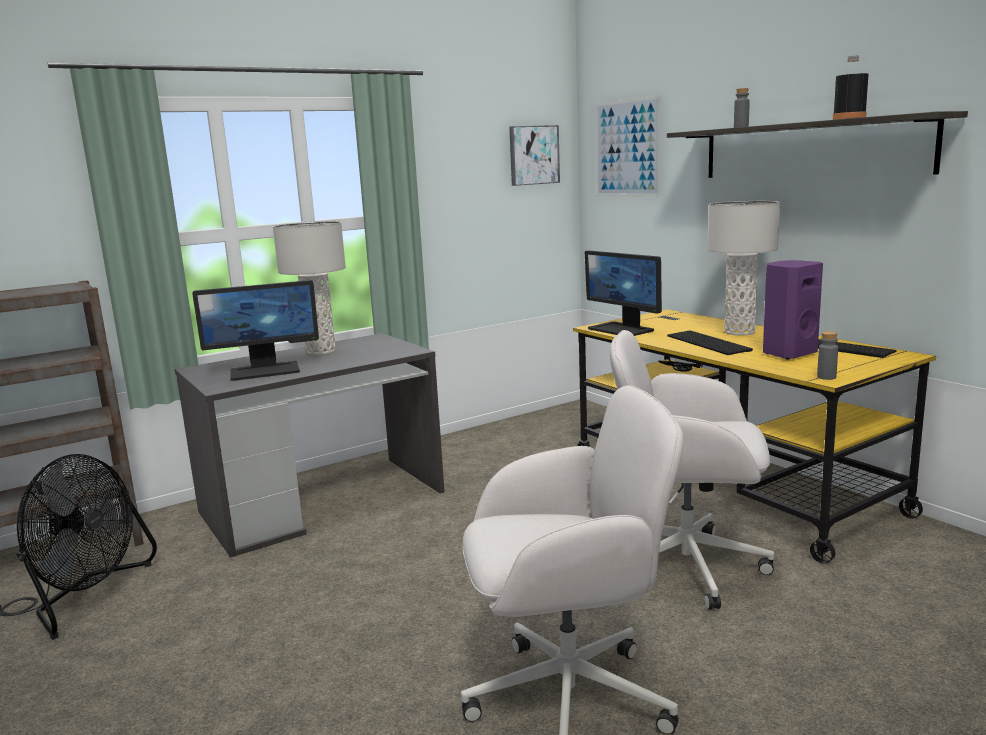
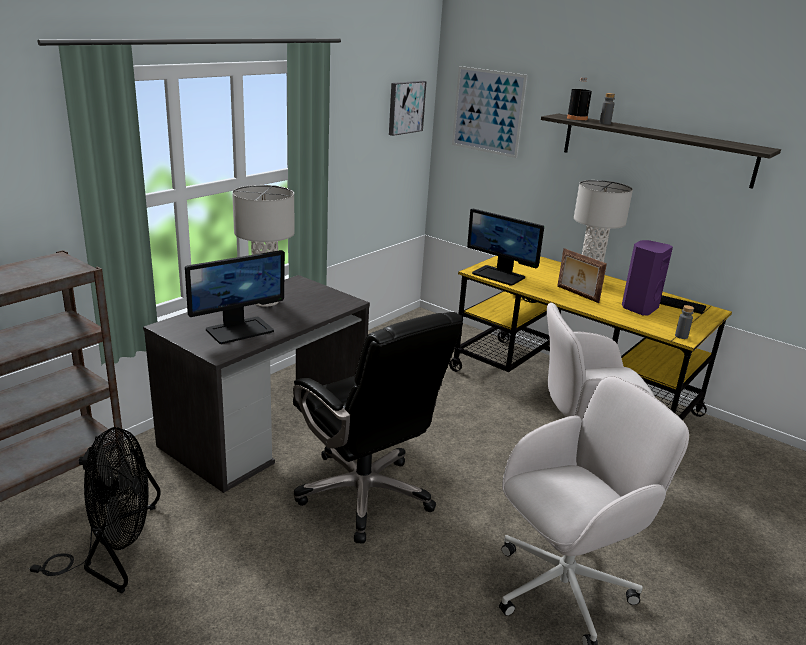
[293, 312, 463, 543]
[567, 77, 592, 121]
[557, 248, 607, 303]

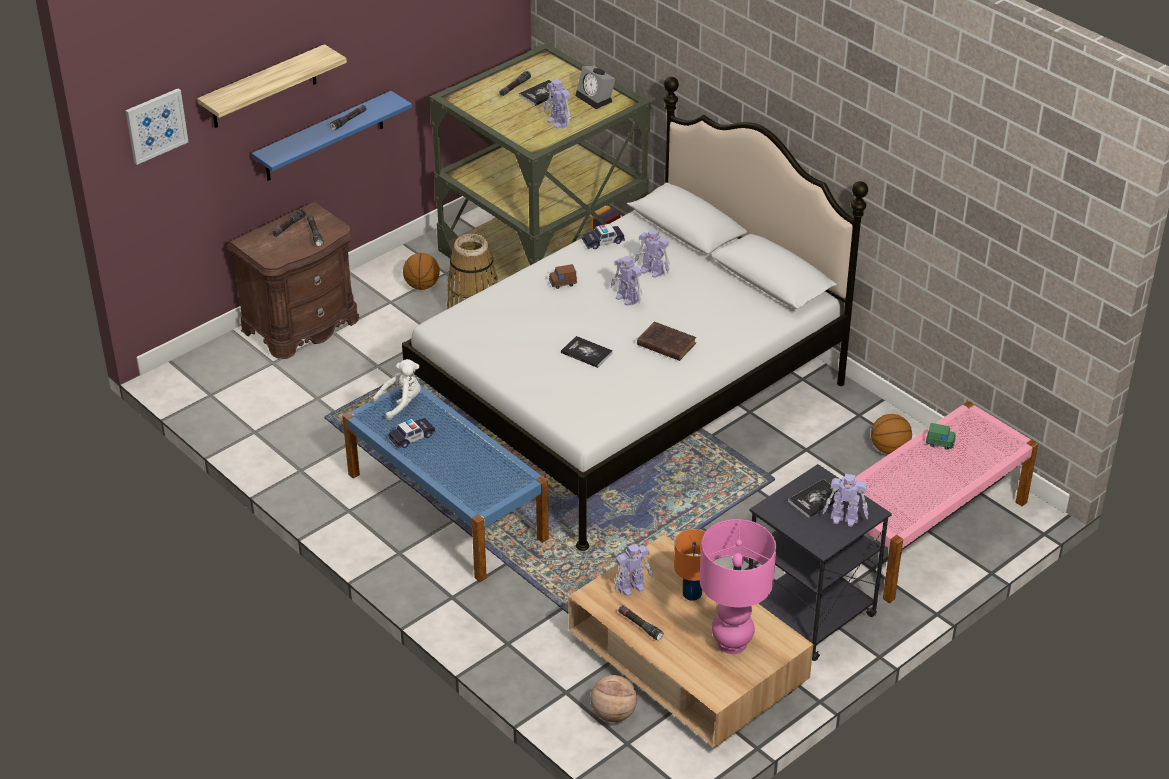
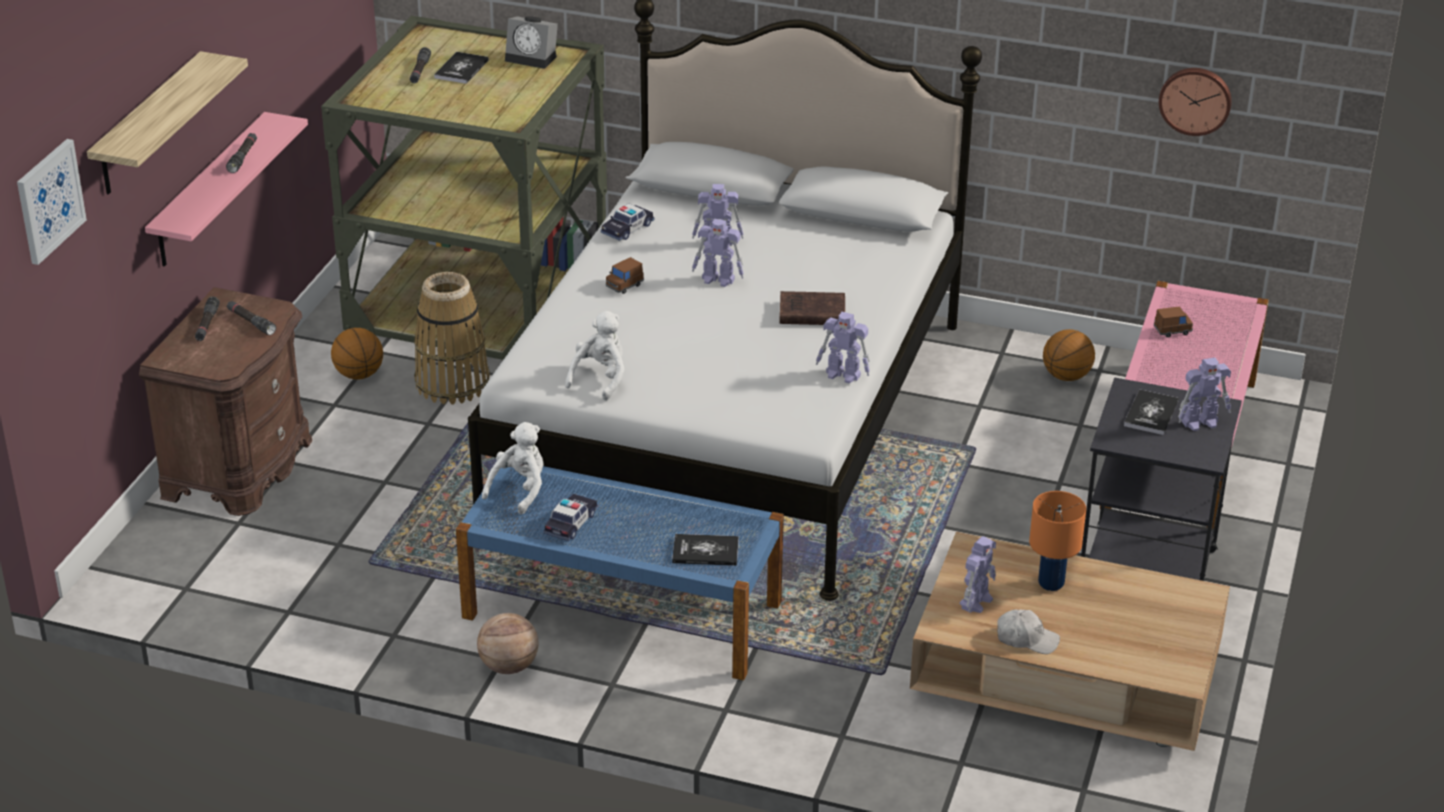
[700, 519, 776, 654] (first image)
[565, 311, 625, 401]
[1159, 68, 1232, 136]
[816, 312, 870, 383]
[672, 534, 739, 566]
[477, 613, 539, 674]
[997, 610, 1060, 654]
[145, 112, 308, 266]
[1154, 306, 1193, 337]

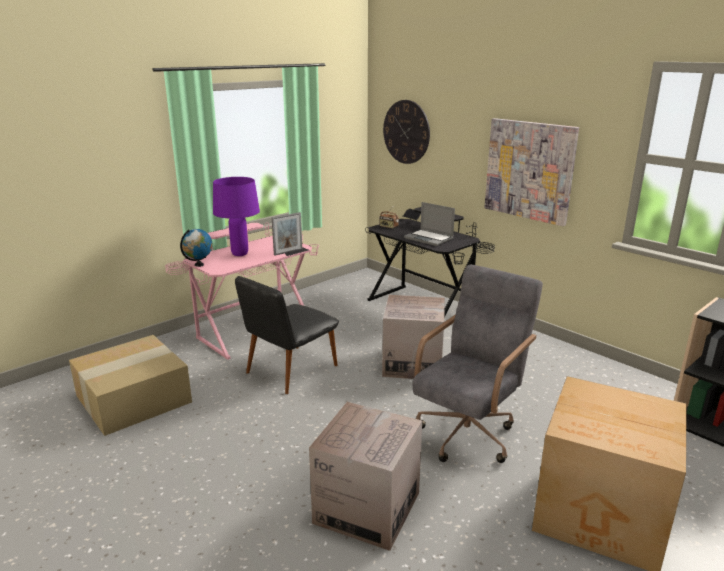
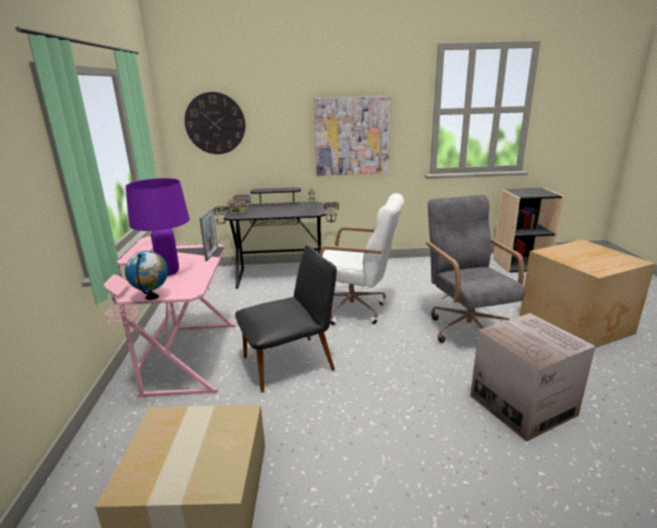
[404, 202, 455, 246] (first image)
[319, 193, 404, 325]
[235, 245, 337, 393]

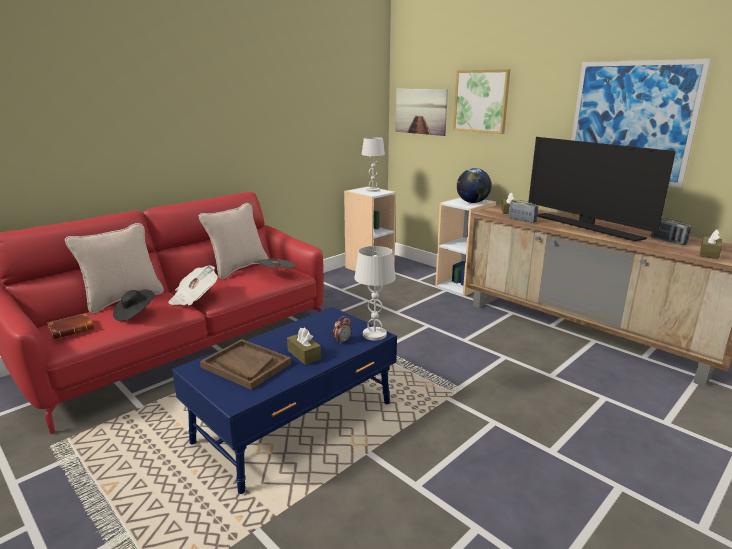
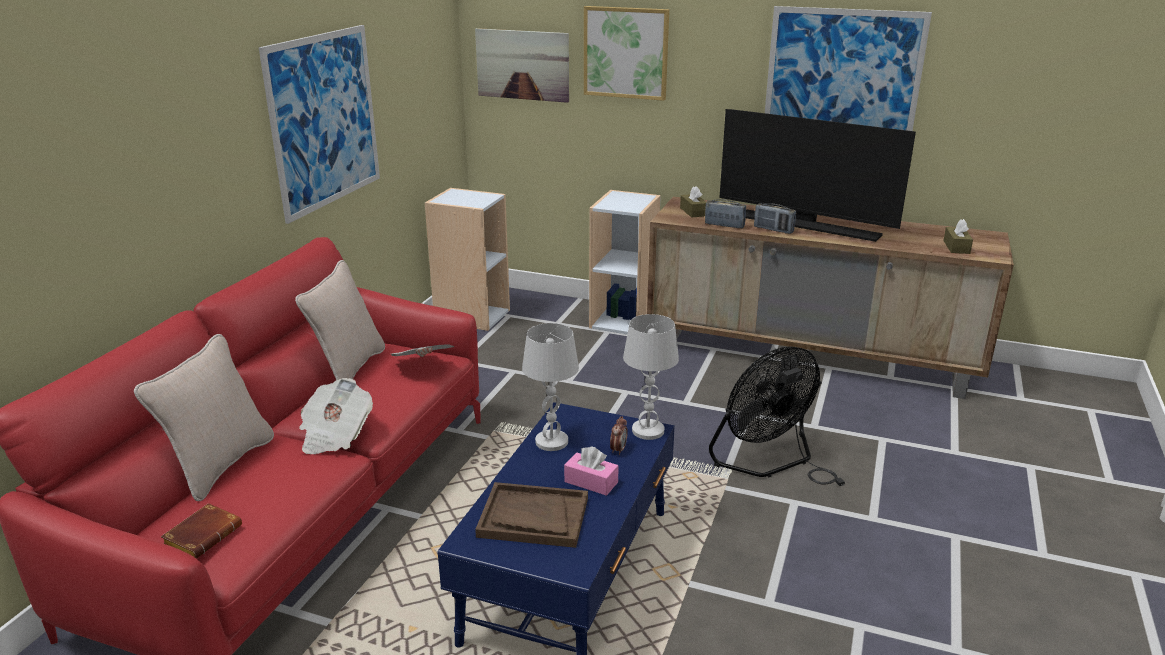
[113, 290, 155, 321] (first image)
[457, 168, 492, 203] (first image)
[259, 25, 380, 224]
[709, 347, 845, 486]
[522, 323, 579, 451]
[754, 203, 796, 234]
[564, 446, 619, 496]

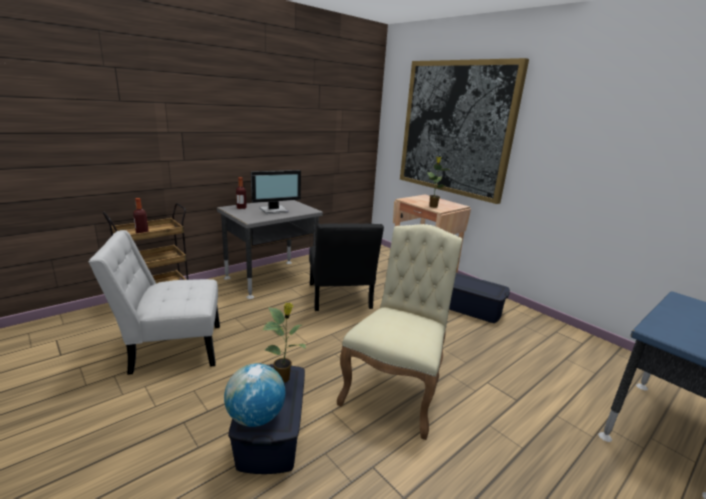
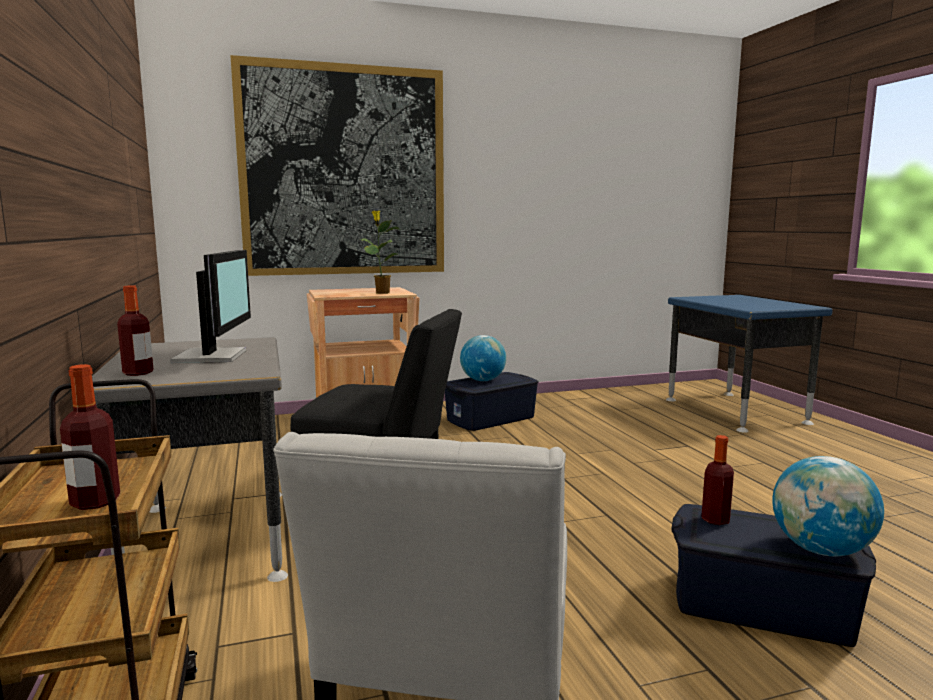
[337, 224, 462, 440] (first image)
[460, 335, 506, 381]
[701, 435, 734, 525]

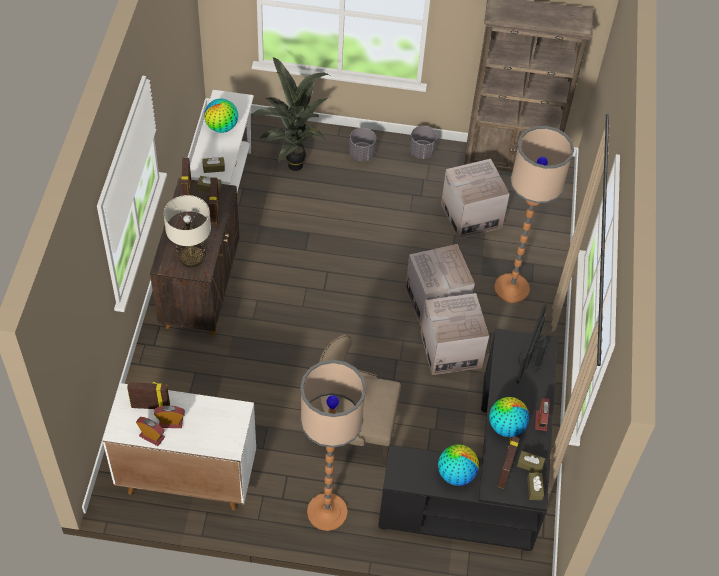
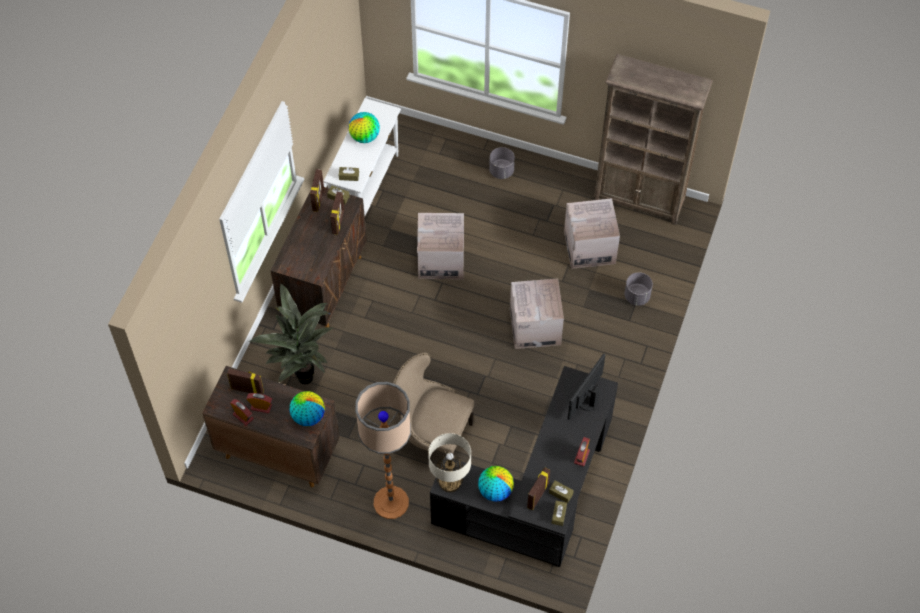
[494, 126, 574, 303] (first image)
[428, 433, 471, 492]
[249, 283, 333, 384]
[625, 272, 653, 306]
[417, 213, 464, 279]
[290, 391, 325, 426]
[202, 366, 340, 487]

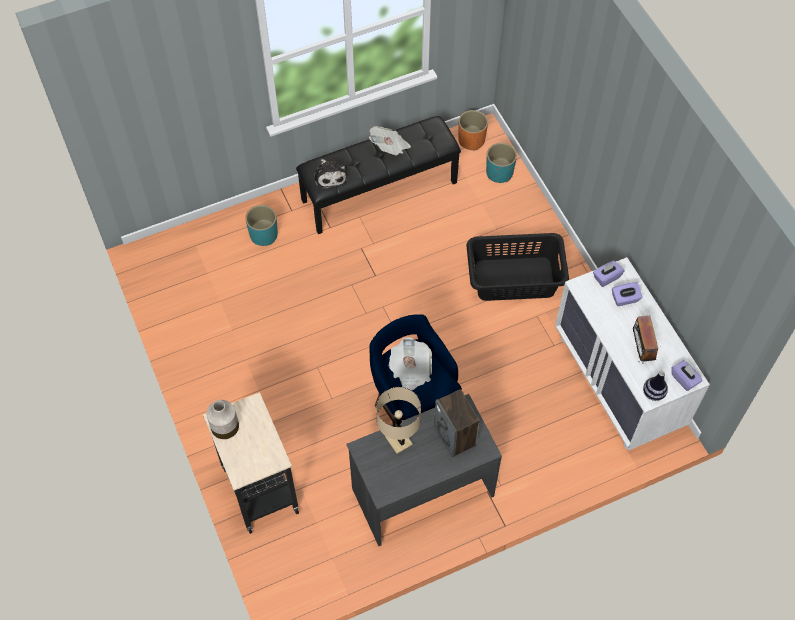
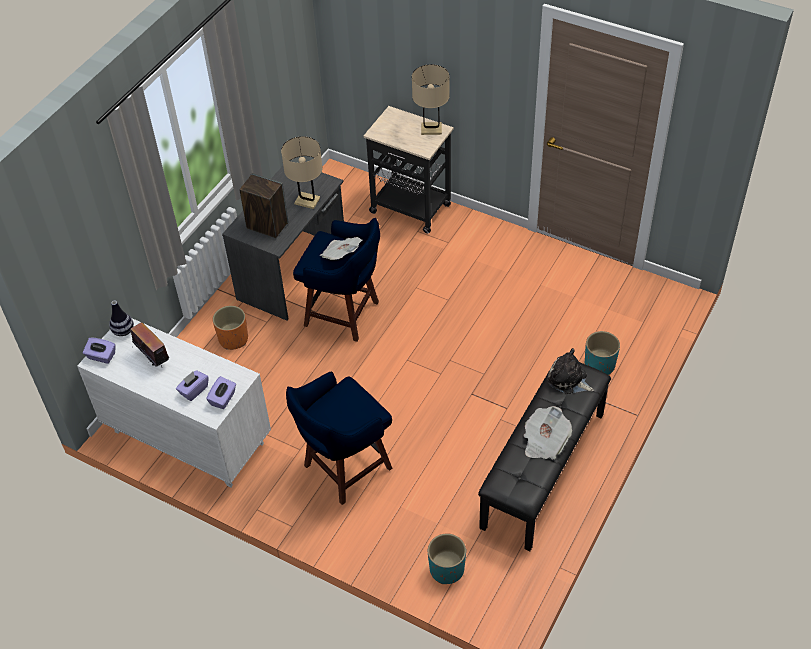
[213, 306, 248, 350]
[412, 65, 450, 135]
[286, 372, 392, 505]

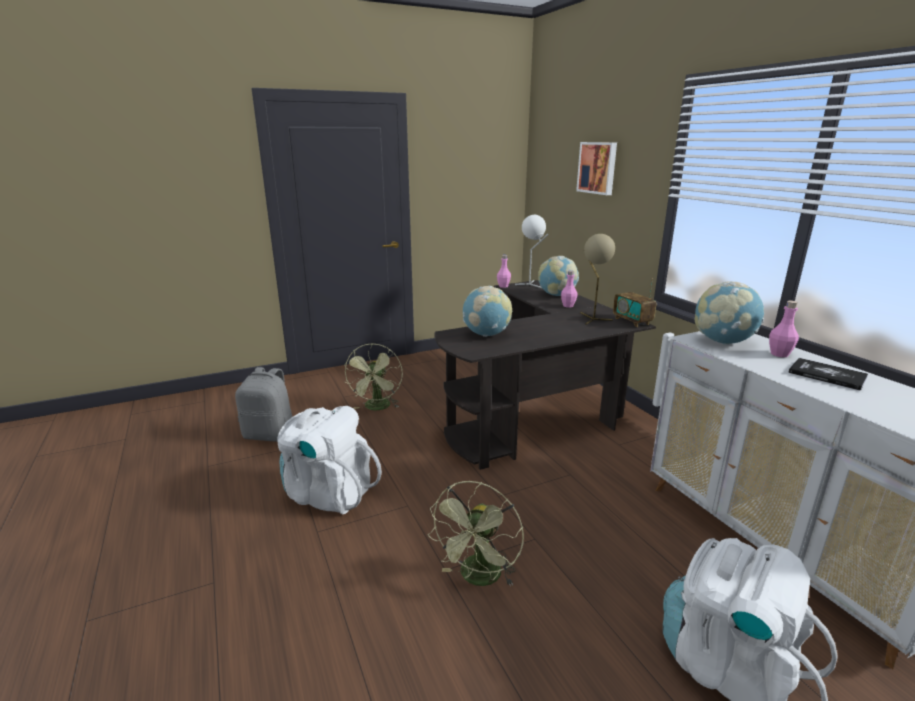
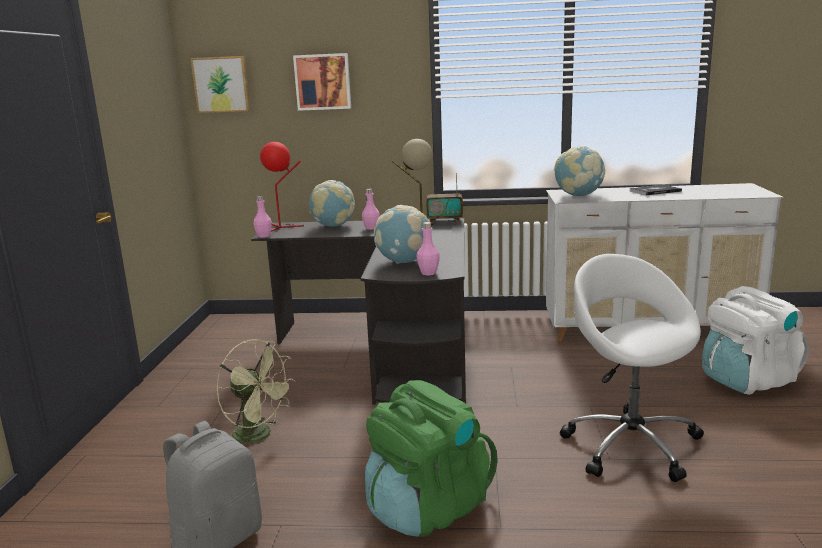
[190, 56, 251, 113]
[416, 222, 440, 275]
[560, 254, 704, 482]
[365, 380, 498, 537]
[260, 142, 304, 232]

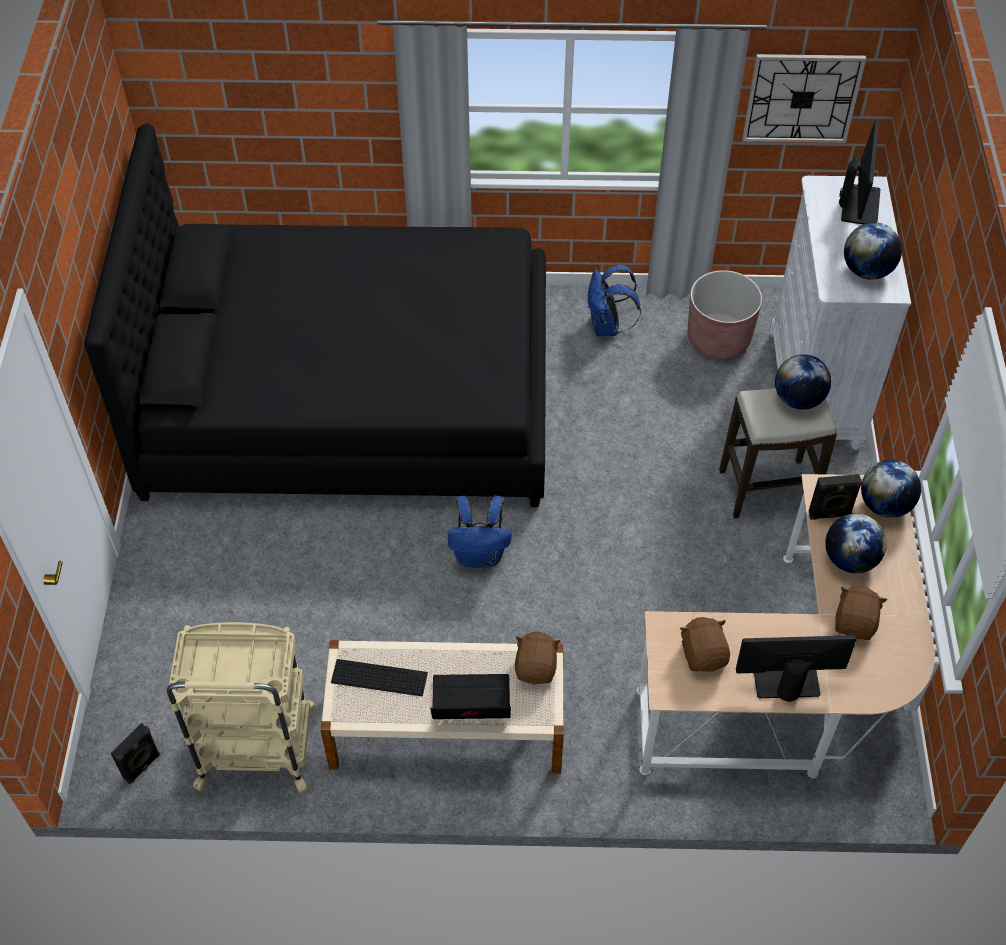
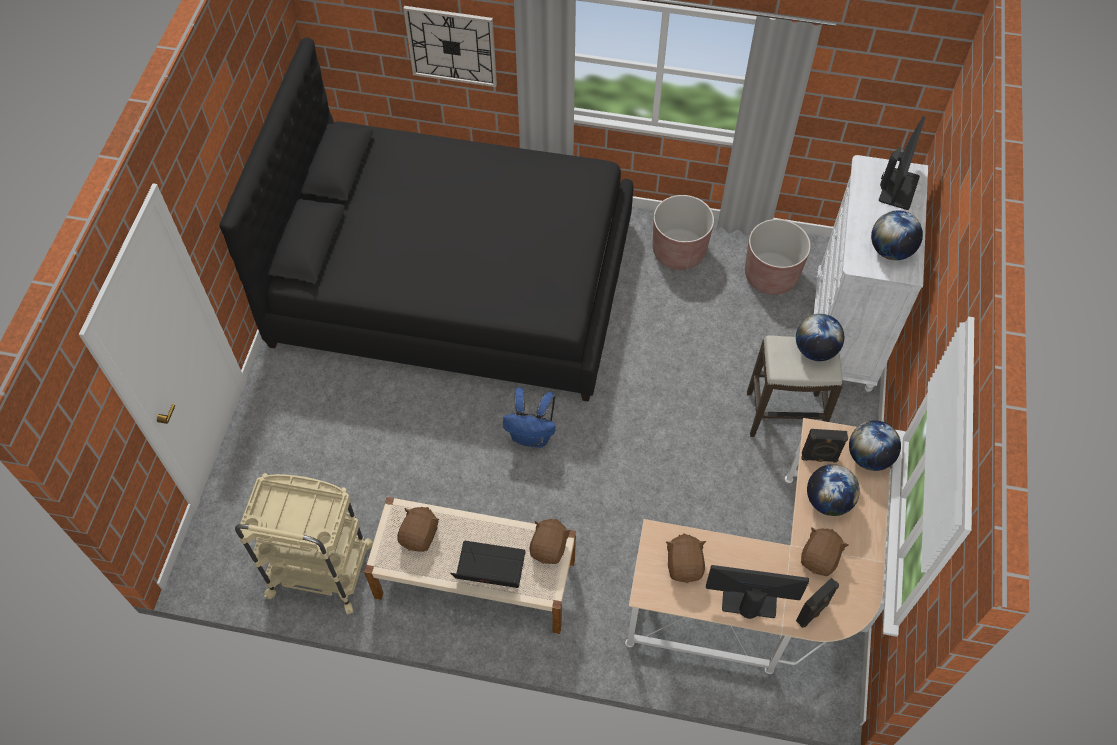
[796, 577, 839, 628]
[403, 6, 497, 87]
[398, 507, 439, 552]
[653, 195, 714, 270]

